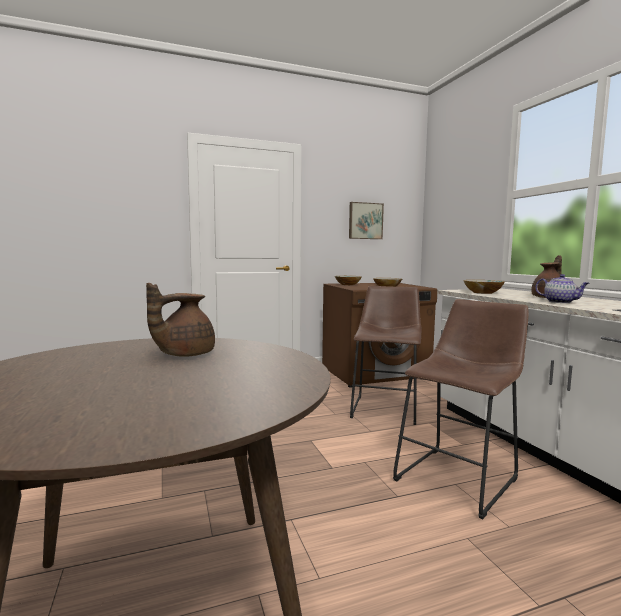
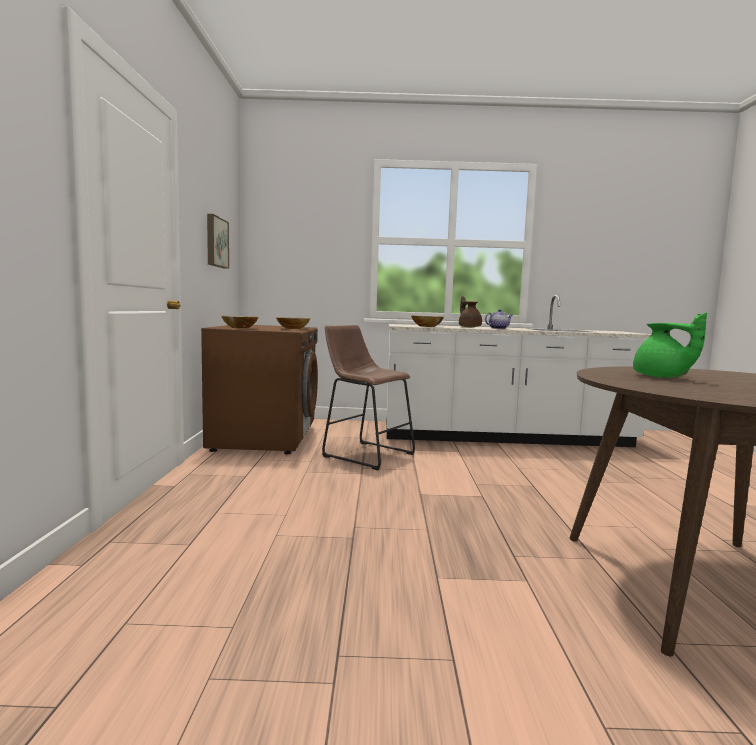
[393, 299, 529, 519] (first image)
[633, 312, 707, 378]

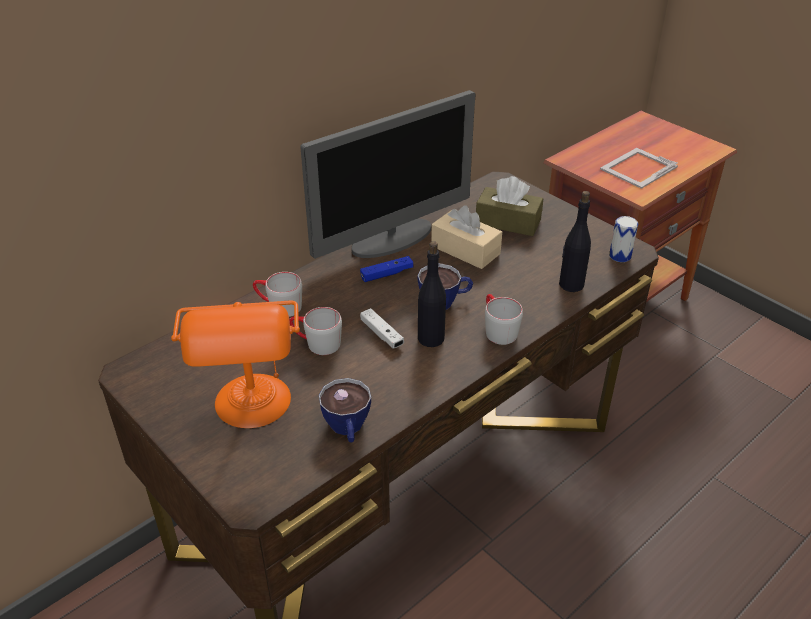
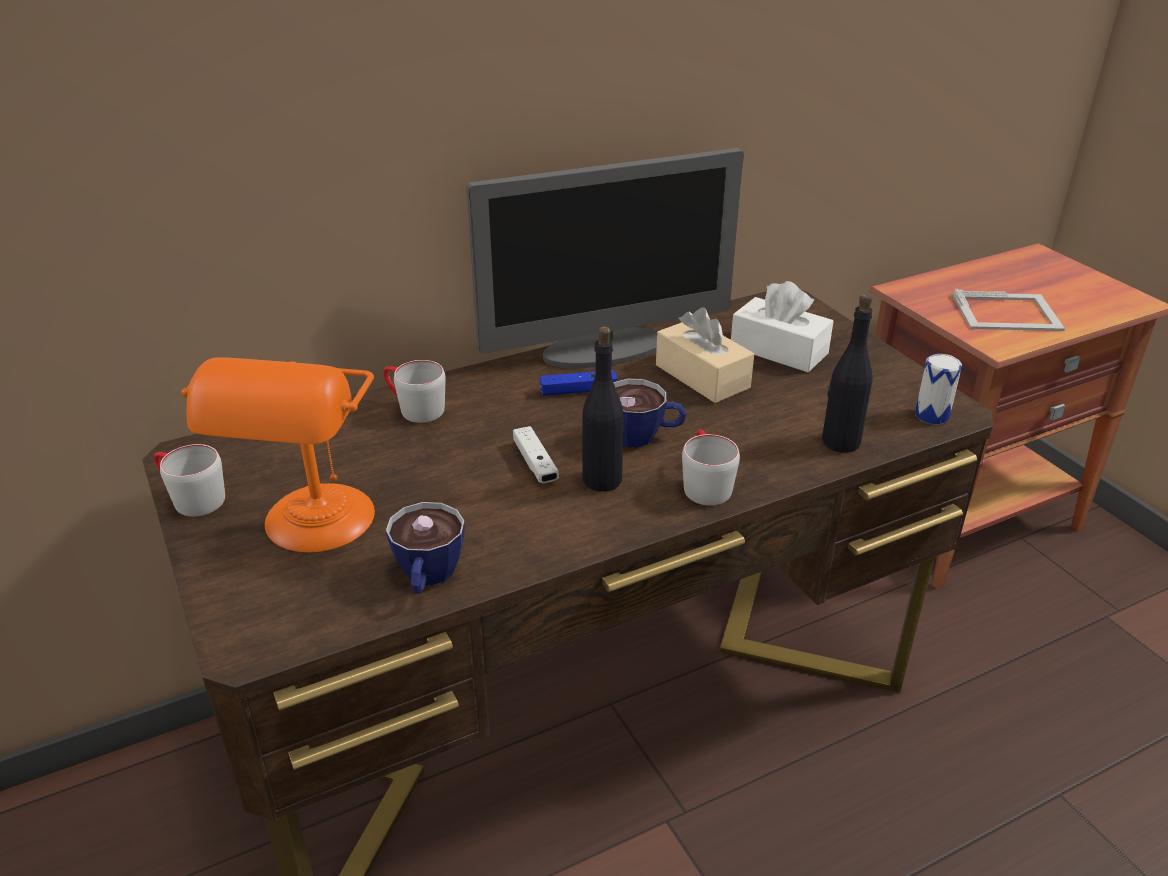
[154, 444, 225, 517]
[731, 281, 833, 372]
[952, 288, 1065, 331]

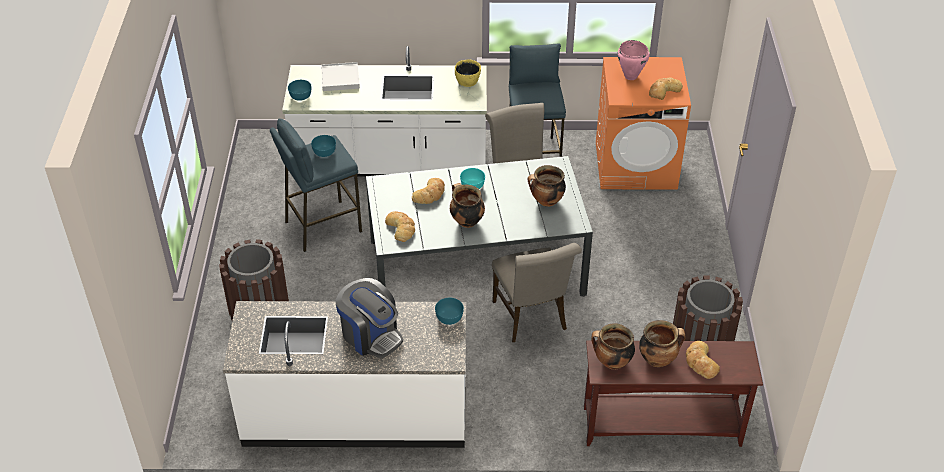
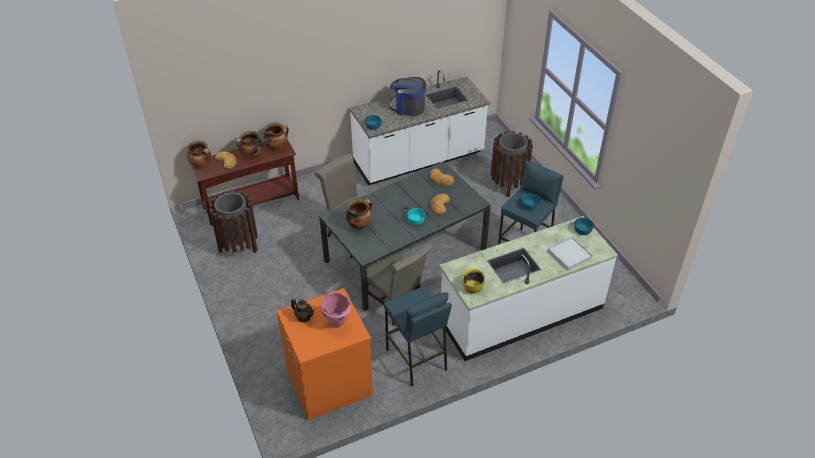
[187, 141, 211, 169]
[291, 298, 314, 322]

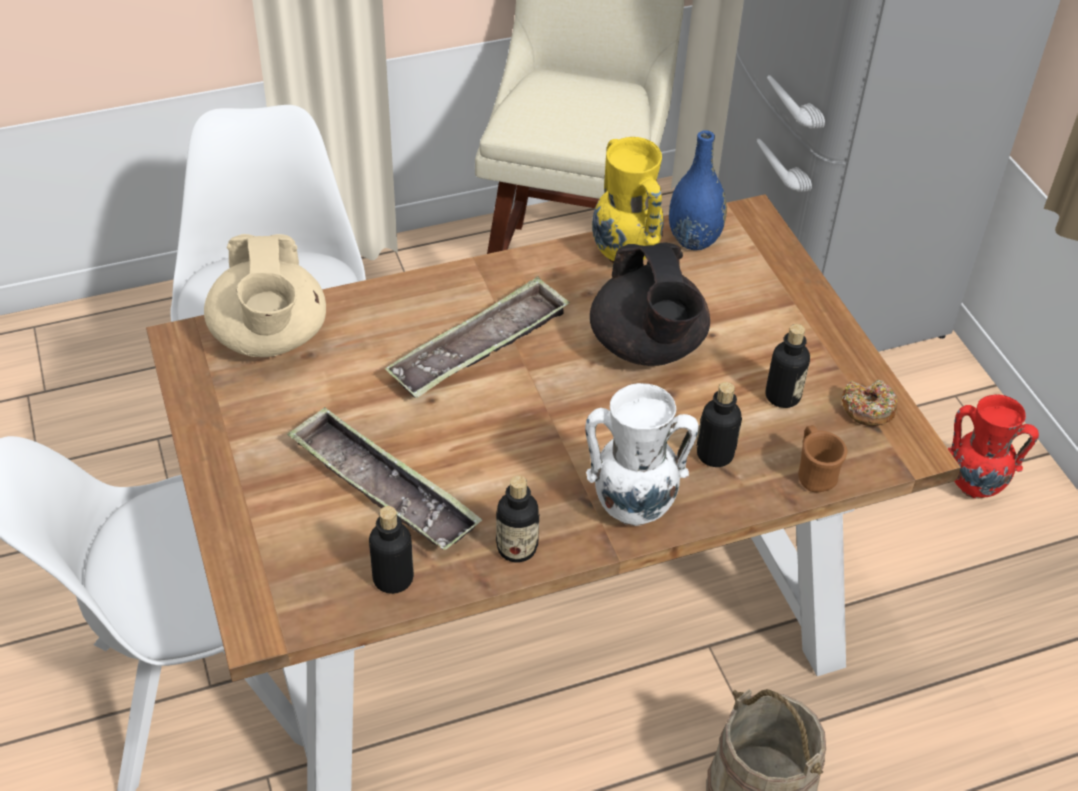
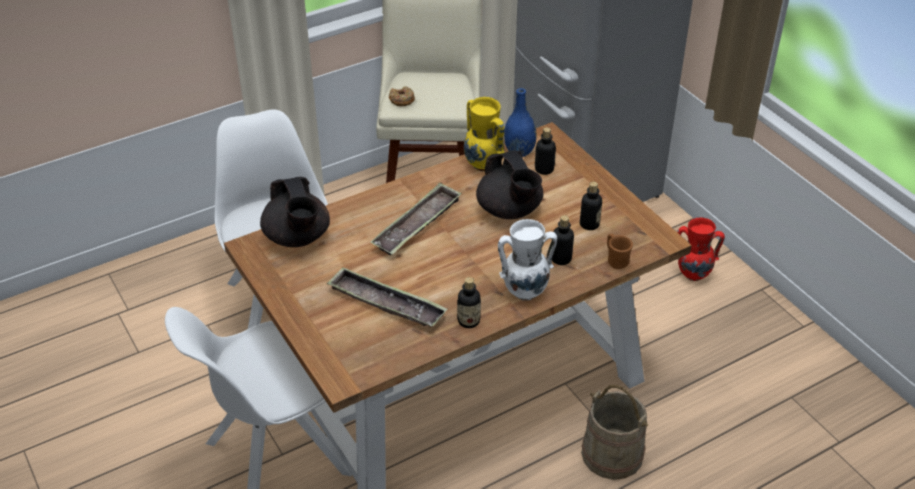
[535, 128, 556, 175]
[389, 86, 415, 106]
[260, 177, 330, 247]

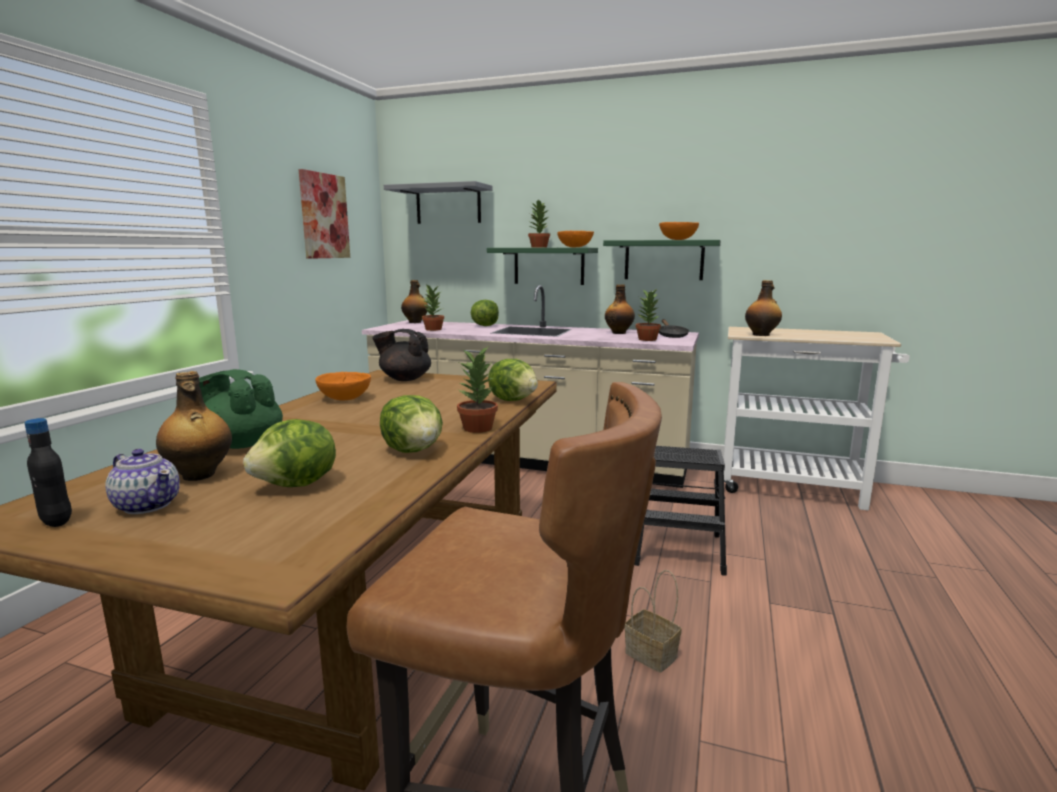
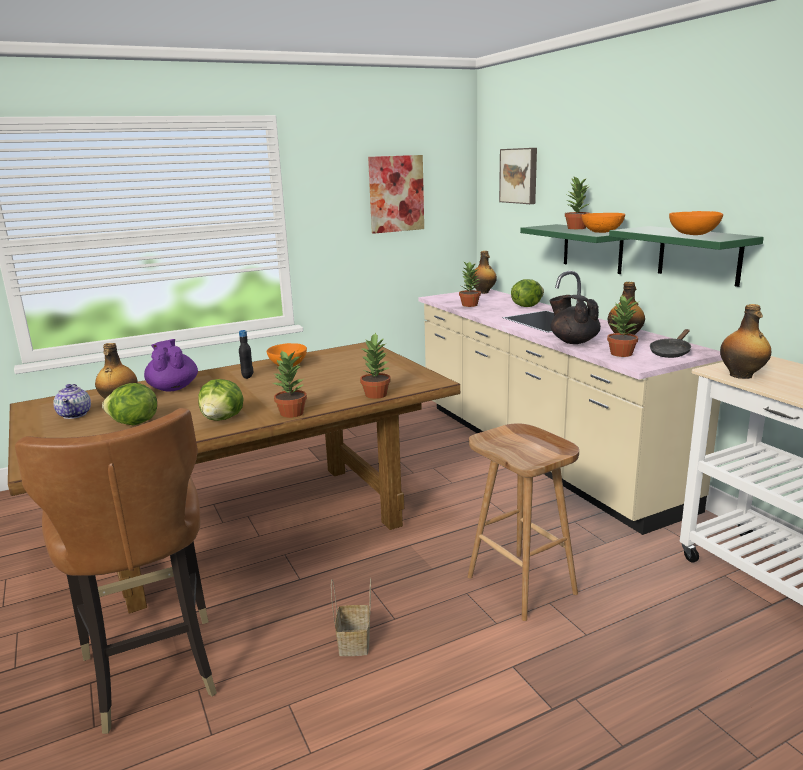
[239, 330, 253, 379]
[550, 295, 601, 344]
[499, 148, 537, 204]
[360, 332, 391, 399]
[468, 423, 579, 621]
[144, 339, 198, 392]

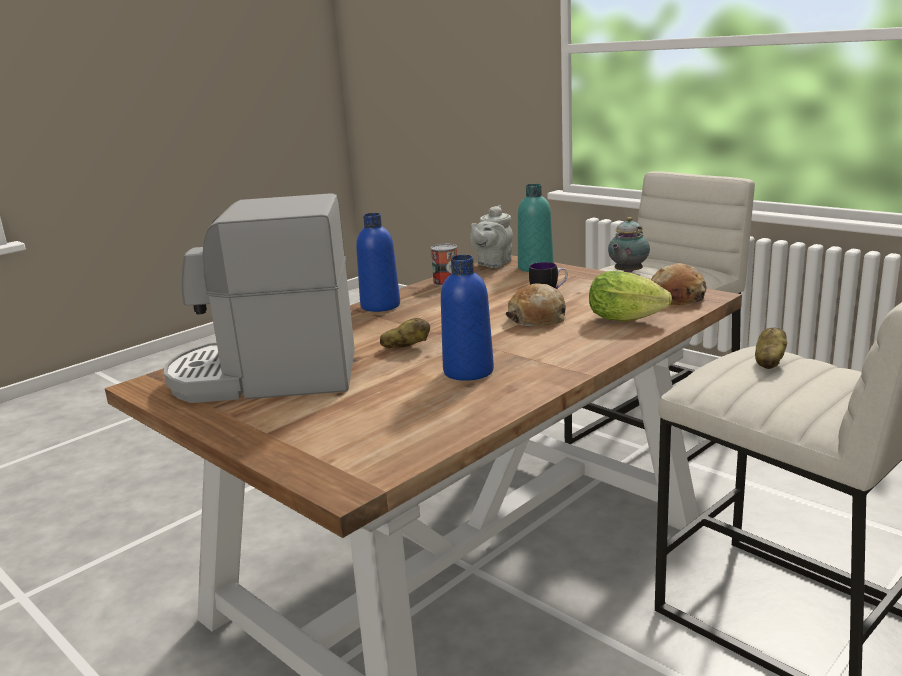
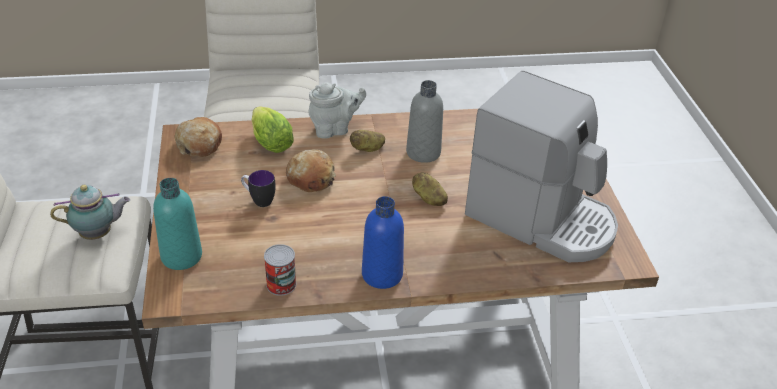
[308, 82, 366, 139]
[350, 130, 385, 152]
[406, 80, 443, 163]

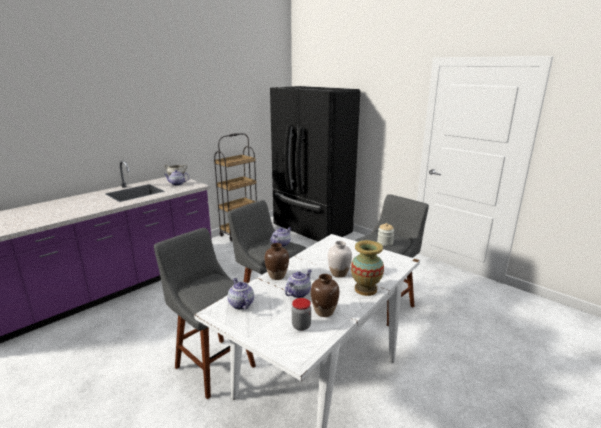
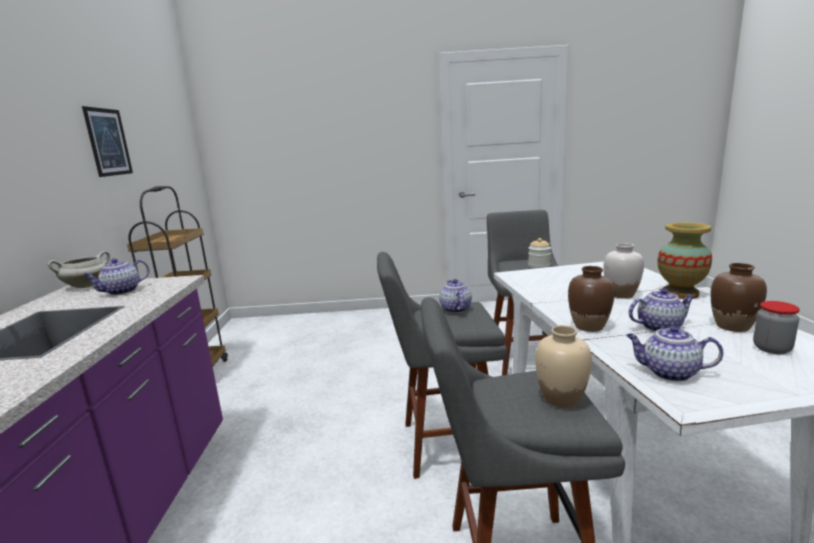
[270, 86, 360, 242] (first image)
[82, 106, 133, 177]
[535, 325, 592, 408]
[629, 288, 695, 332]

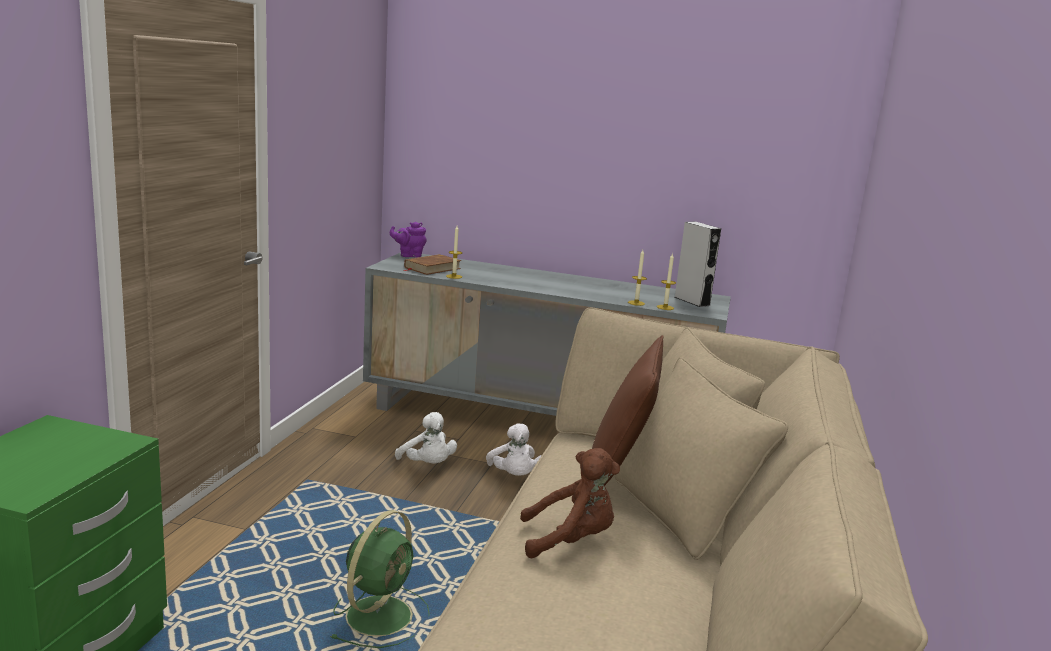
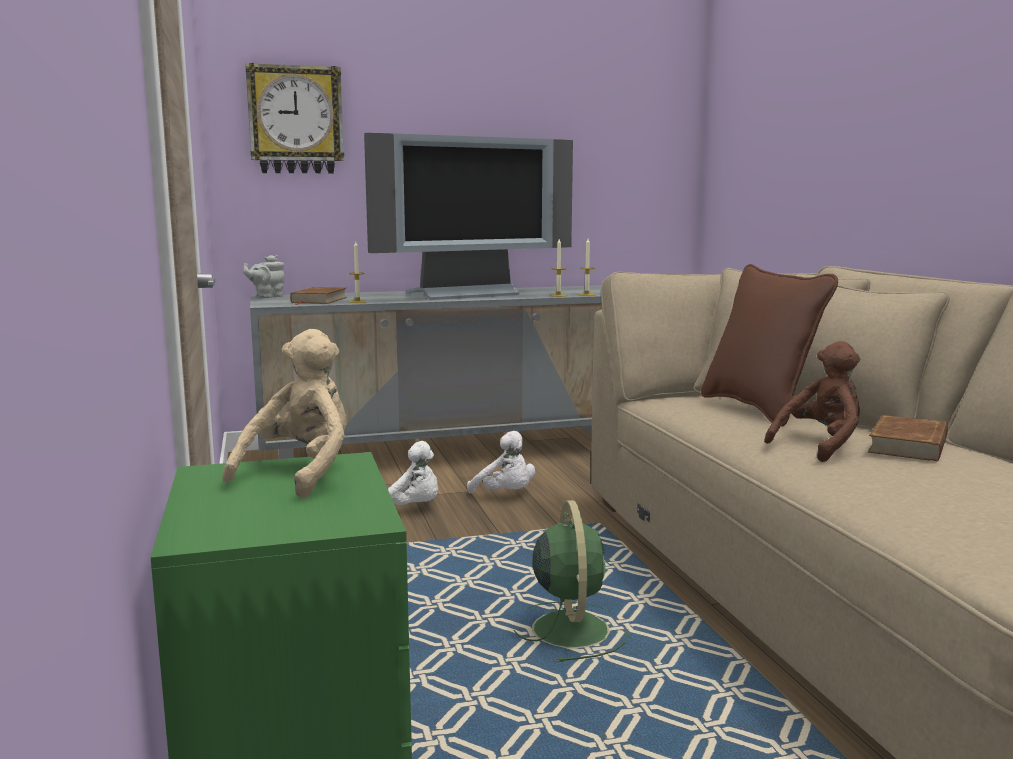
[675, 222, 721, 307] (first image)
[222, 329, 347, 498]
[245, 63, 344, 174]
[364, 133, 573, 300]
[868, 415, 948, 461]
[243, 255, 285, 298]

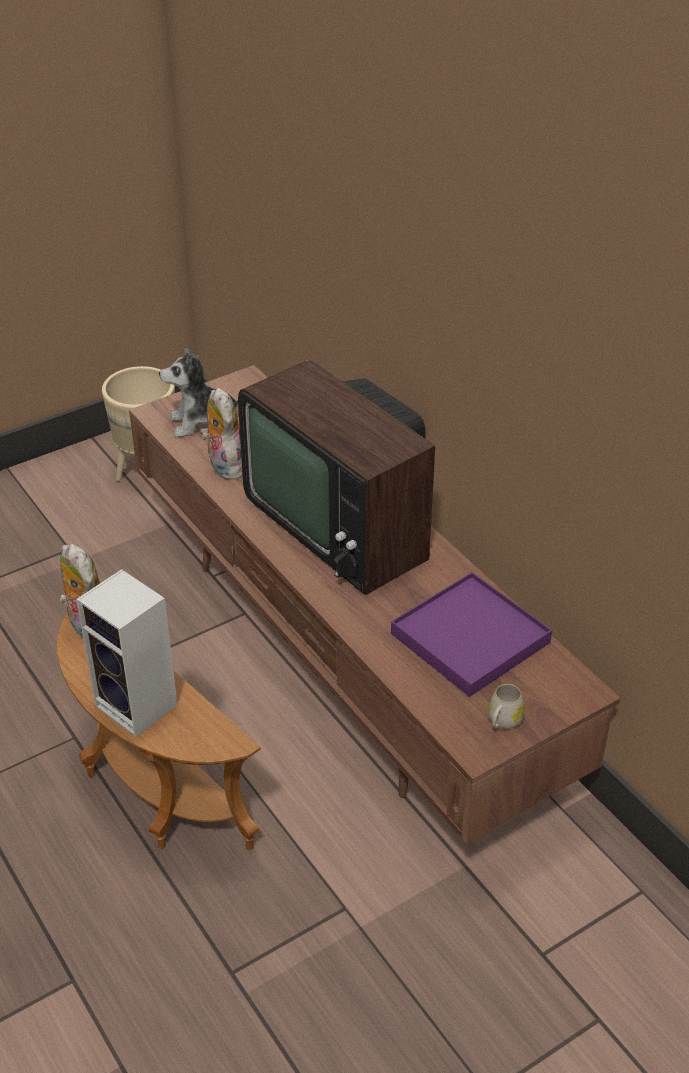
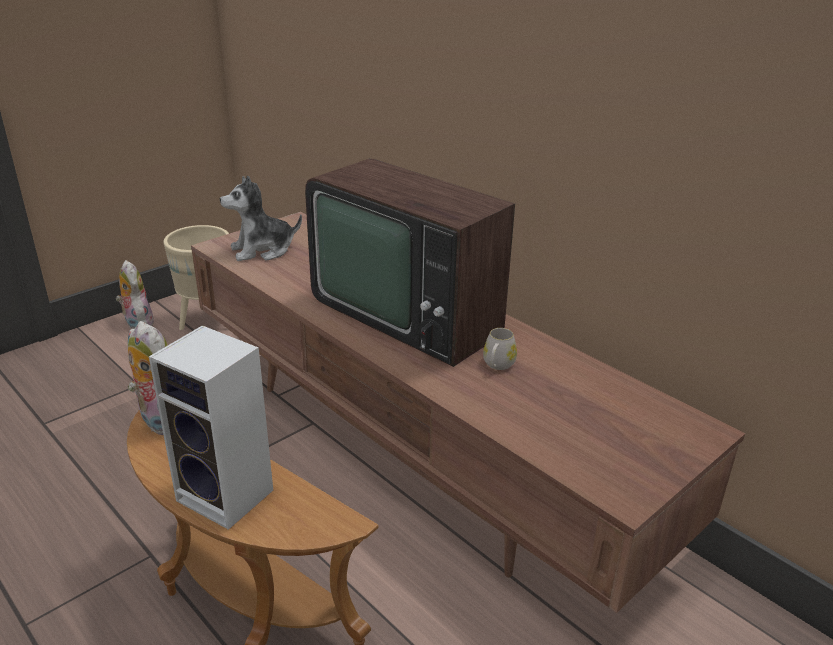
[391, 572, 552, 697] (first image)
[116, 260, 154, 329]
[483, 328, 517, 370]

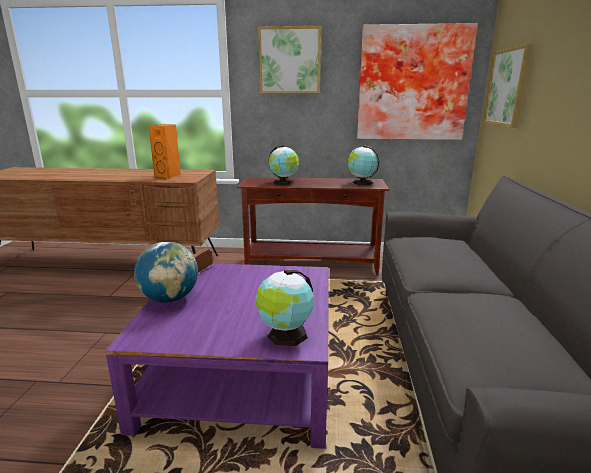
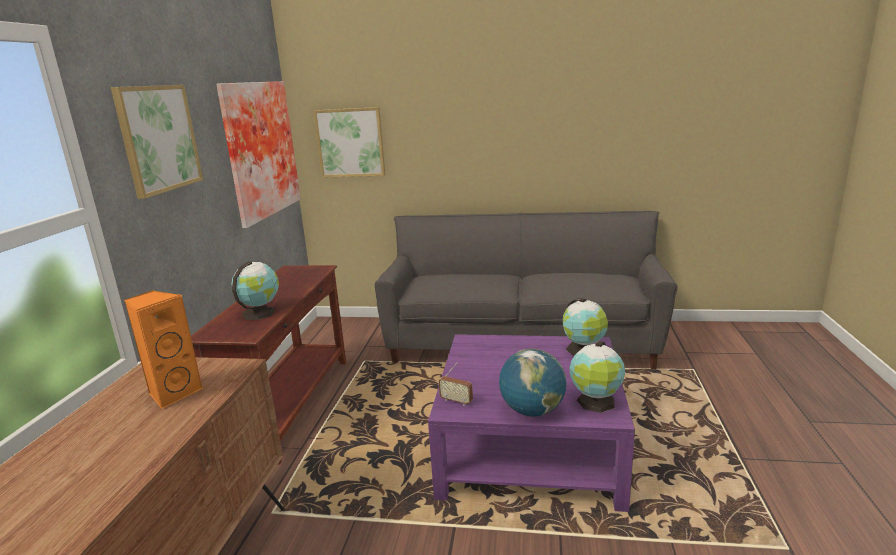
[569, 341, 625, 413]

